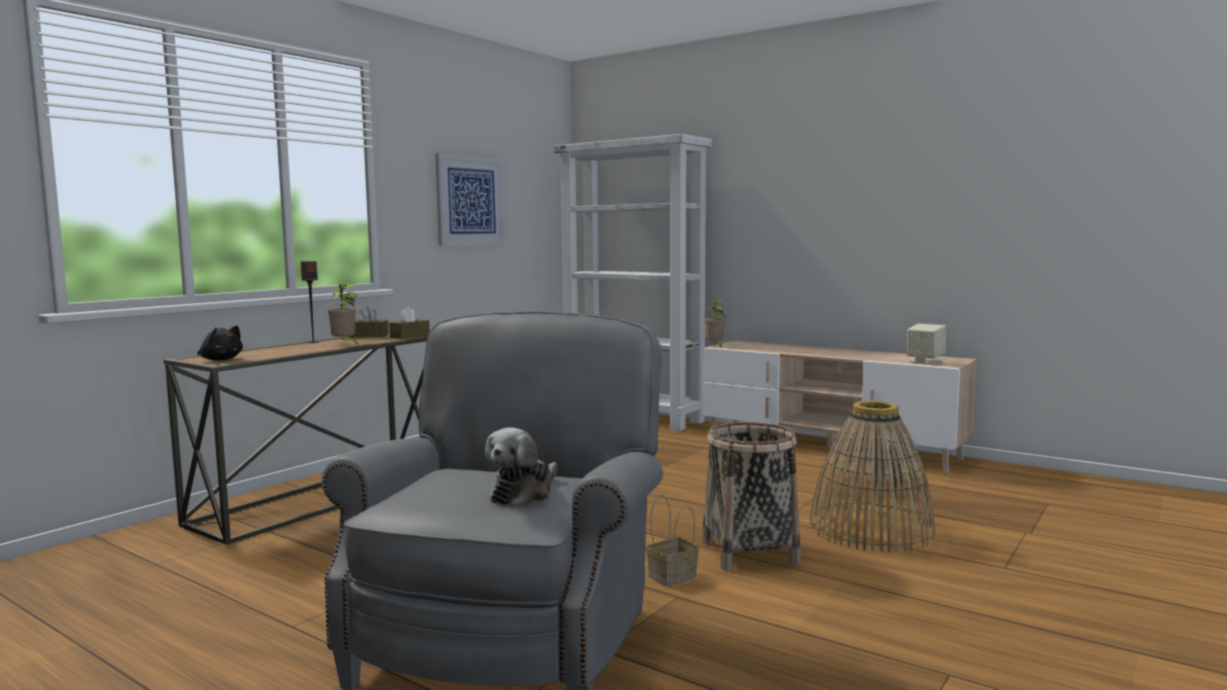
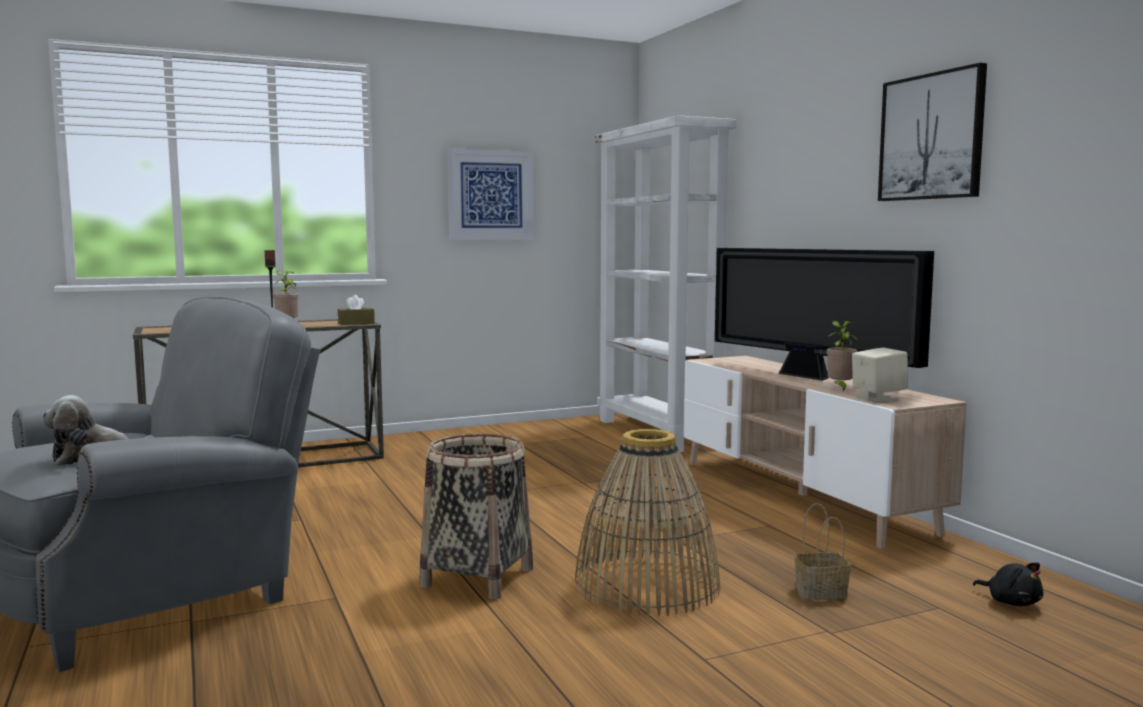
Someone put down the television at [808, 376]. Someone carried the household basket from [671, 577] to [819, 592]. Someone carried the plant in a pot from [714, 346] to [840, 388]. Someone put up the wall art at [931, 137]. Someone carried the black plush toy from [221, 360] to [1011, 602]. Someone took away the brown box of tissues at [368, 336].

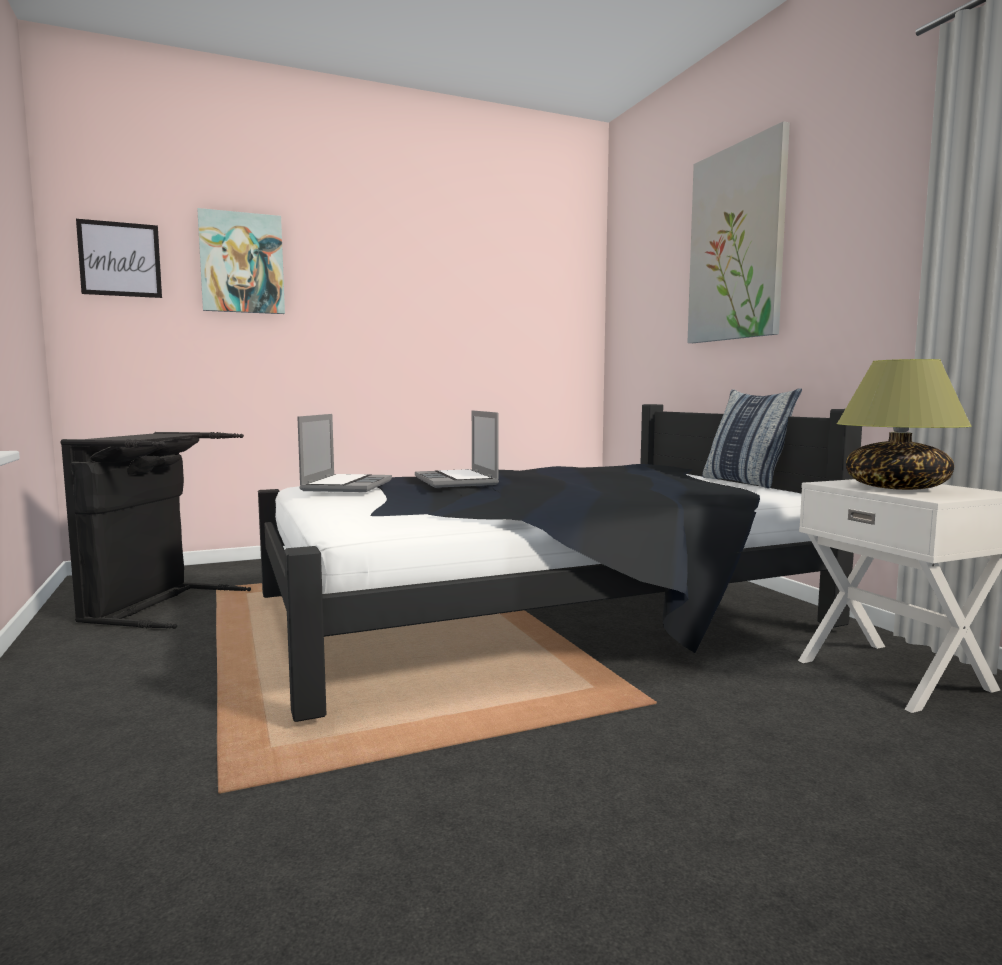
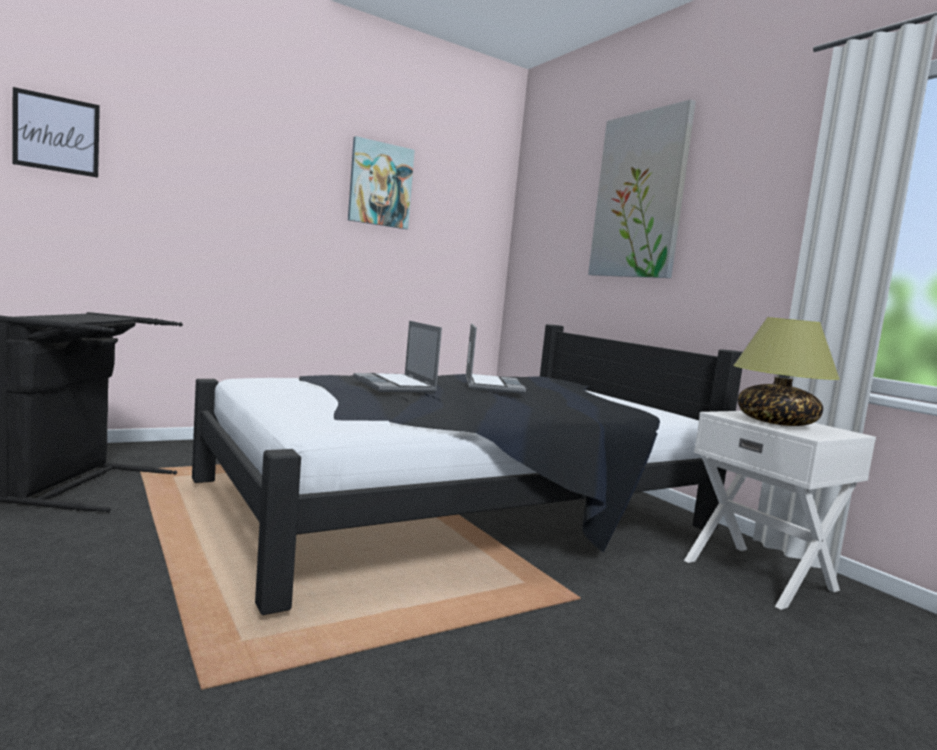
Someone carried the wall art from [242, 263] to [380, 184]. Someone carried the portable computer from [346, 485] to [491, 385]. Someone took away the cushion at [745, 482].

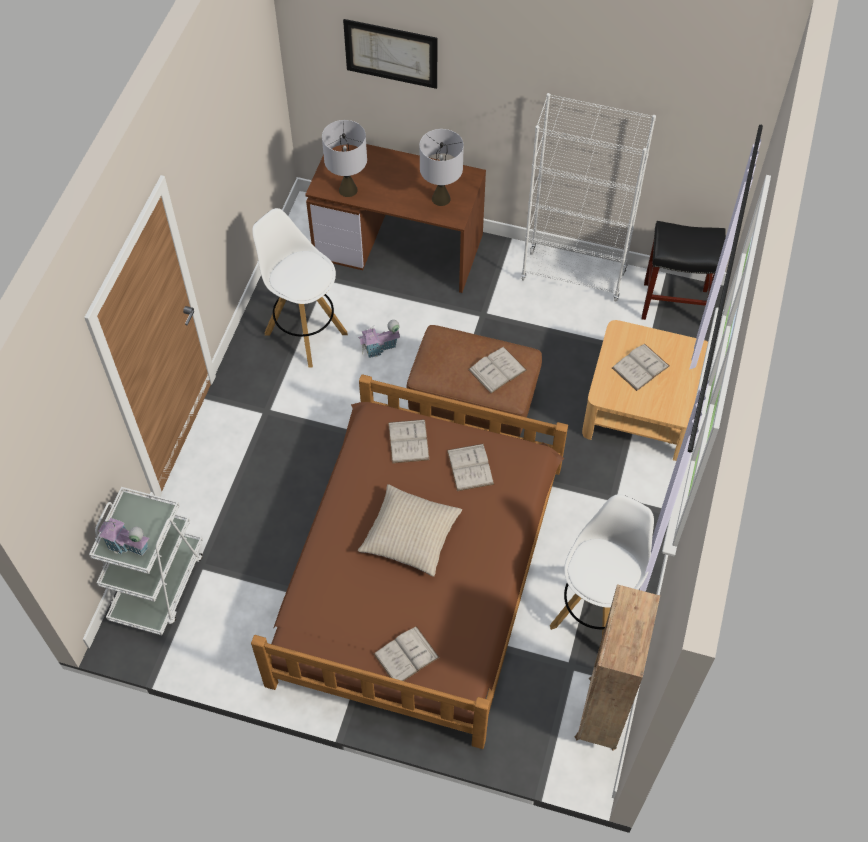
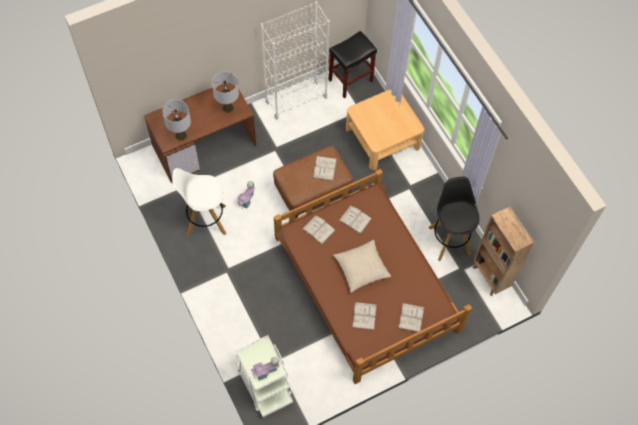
Someone carried the white book from [640, 367] to [364, 316]. Someone repainted the white sitting stool at [595, 612], which became the black sitting stool at [449, 240]. Someone took away the wall art at [391, 53].

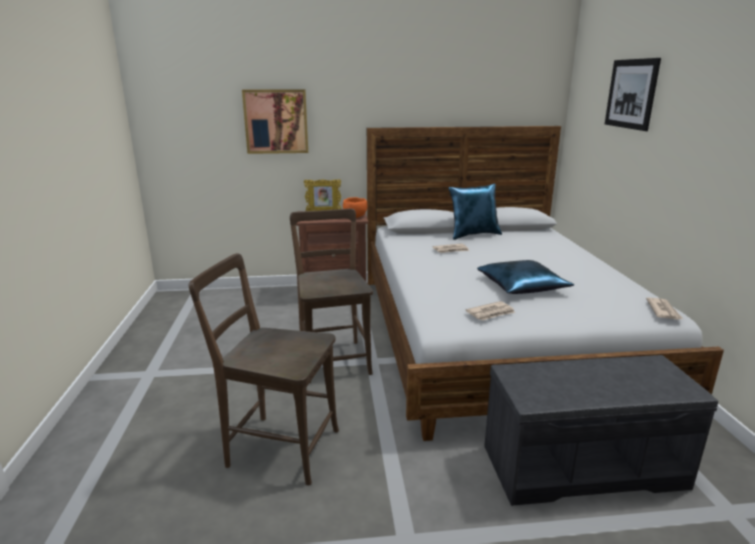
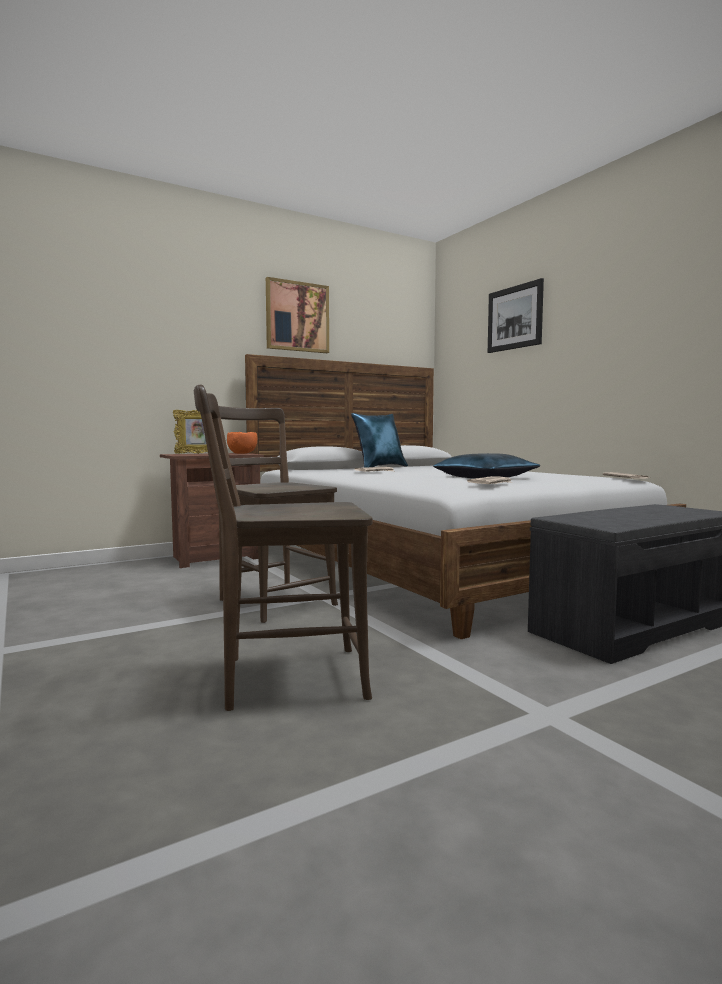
Someone carried the wall art from [276, 121] to [297, 317].

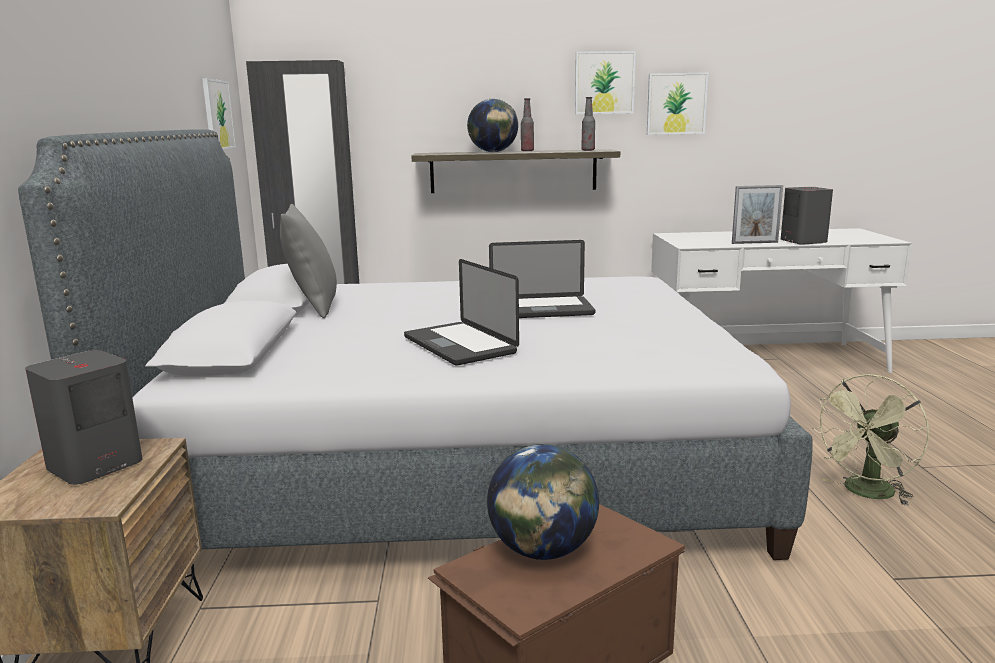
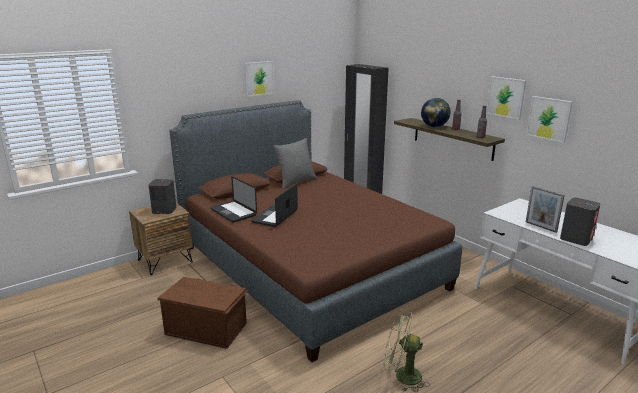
Someone repainted the grey bedroom bed at [453, 465], which became the brown bedroom bed at [308, 267]. Someone carried the portable computer from [541, 309] to [233, 212]. Someone carried the wall art from [217, 115] to [259, 78]. Someone took away the desk globe at [542, 551].

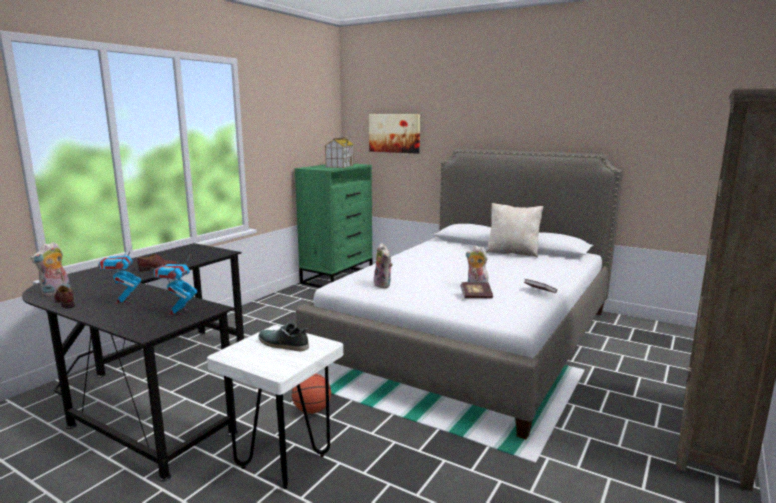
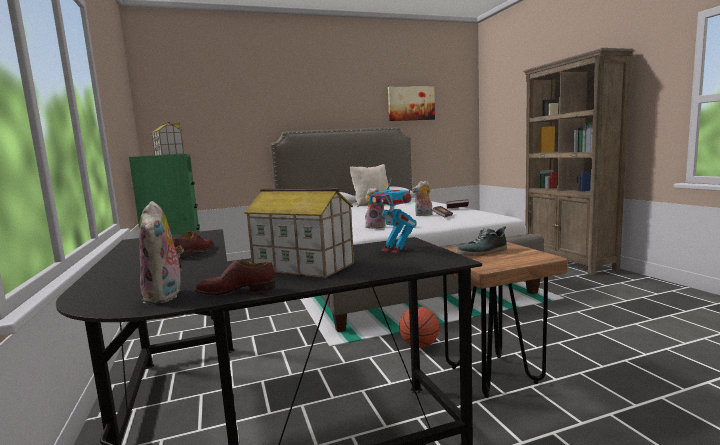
Someone swapped the toy robot at [123, 301] for the model house at [302, 266]. Someone carried the wall art from [394, 133] to [411, 103]. Someone repainted the white sitting stool at [283, 462], which became the brown sitting stool at [493, 375].

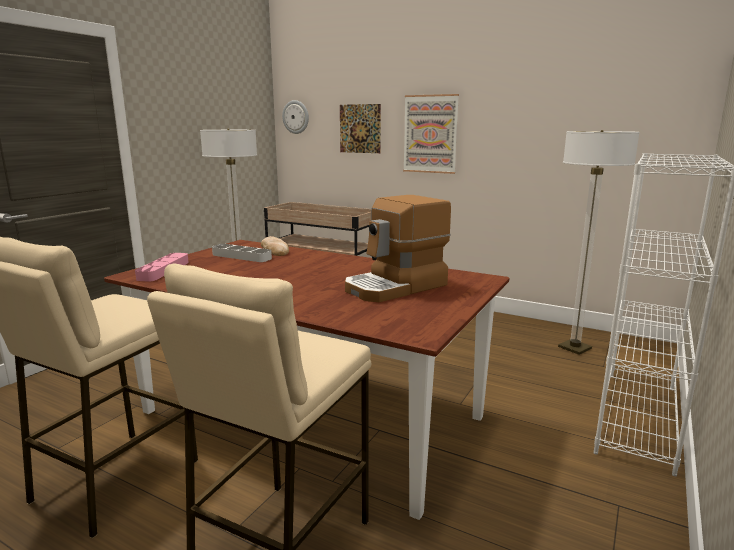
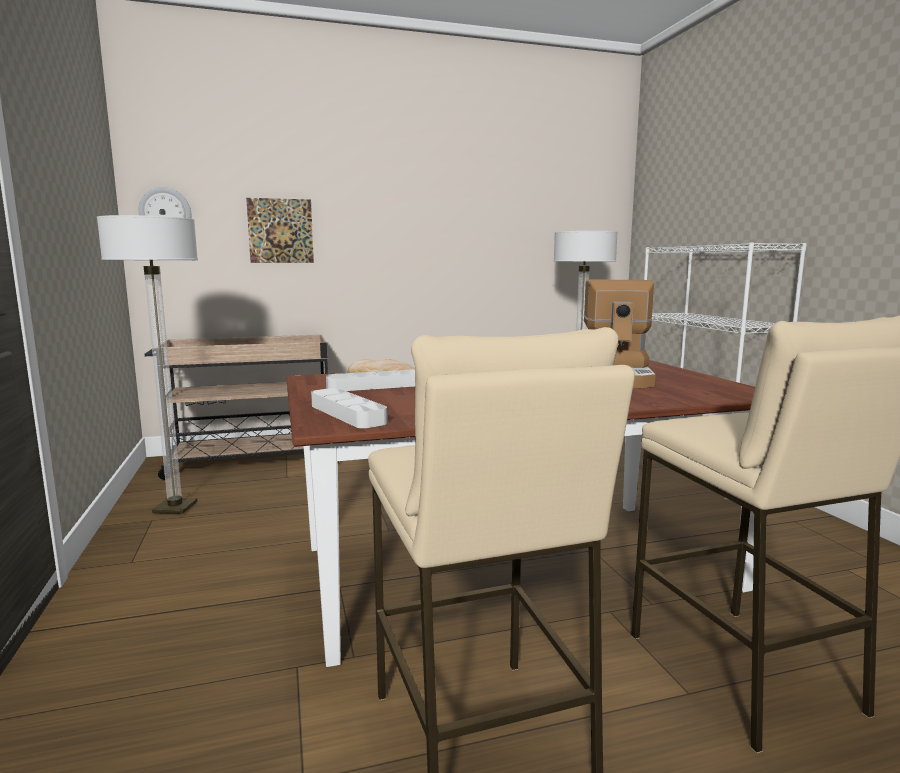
Someone repainted the pink-coloured carrying tray at [163, 270], which became the grey carrying tray at [347, 414]. Someone took away the wall art at [430, 134].

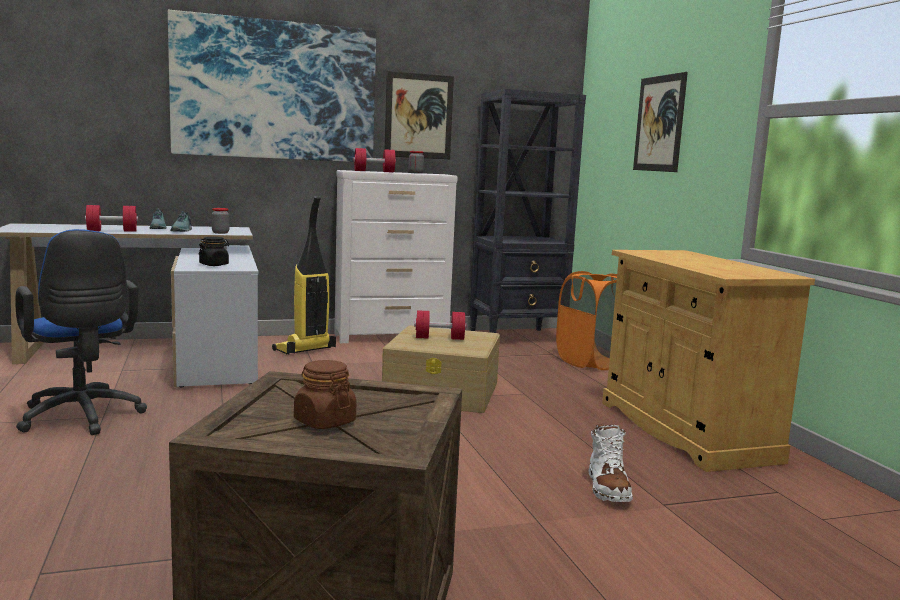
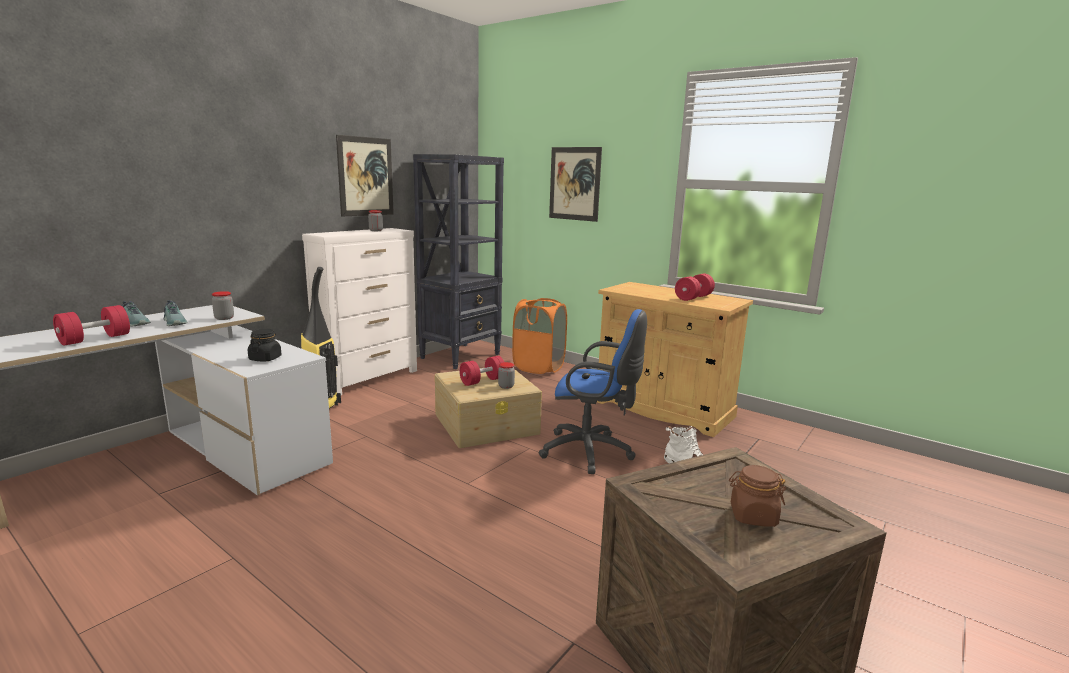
Someone put down the jar at [506, 386]. Someone carried the bluish computer chair from [82, 418] to [591, 452]. Someone carried the red-coloured hand weight from [374, 171] to [693, 298]. Someone took away the wall art at [275, 90].

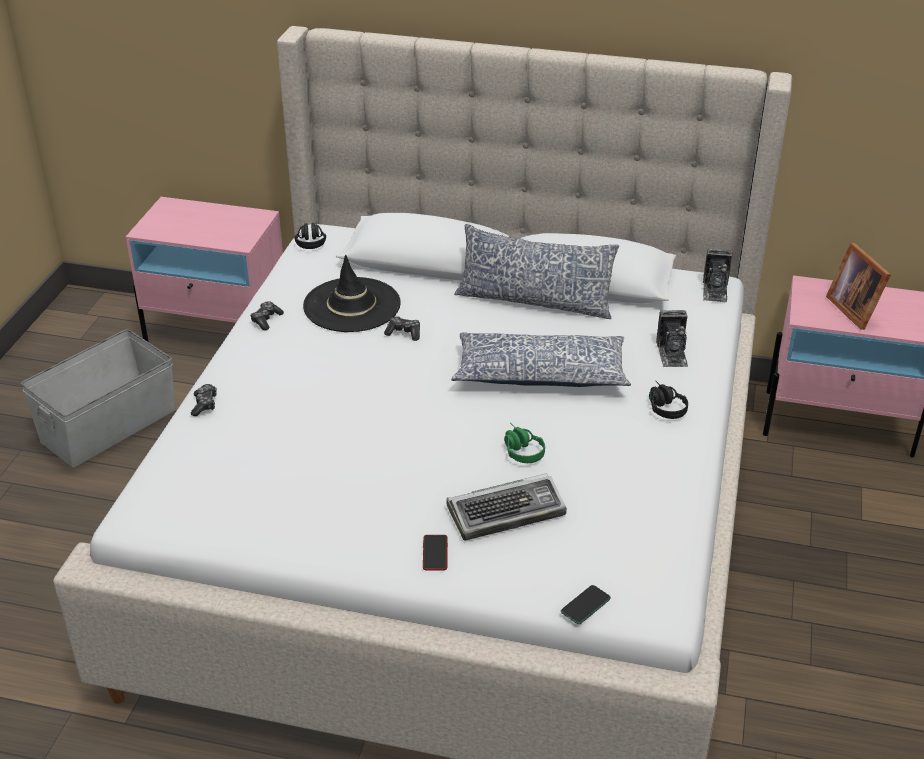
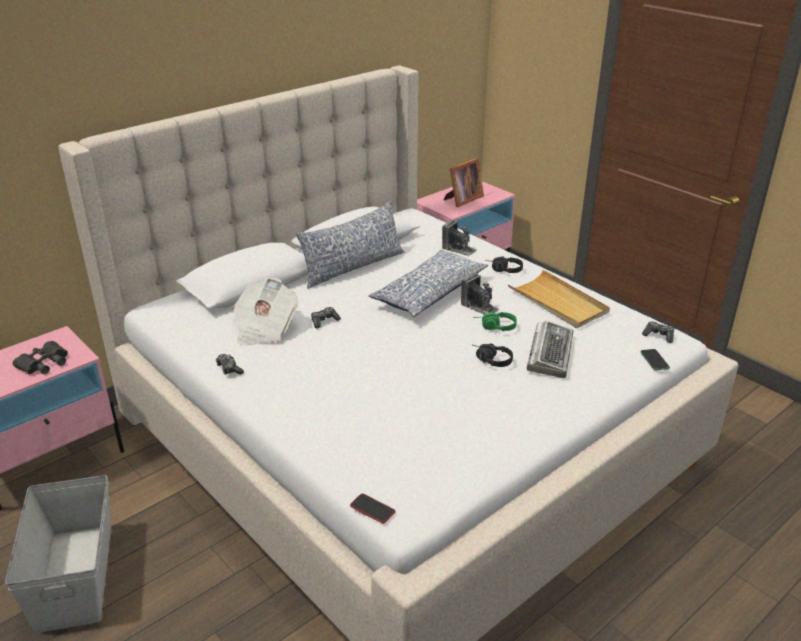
Someone put down the black field glasses at [44, 363]. Someone swapped the black hat at [352, 305] for the daily paper at [264, 328]. Someone carried the handset from [435, 553] to [372, 509]. Someone rotated the standing frame at [854, 309] by 60 degrees counterclockwise. Someone carried the still camera from [715, 290] to [479, 307]. Someone carried the black headset from [310, 240] to [489, 360]. Someone put down the beige carrying tray at [558, 302]. Someone carried the game controller from [204, 404] to [658, 335].

